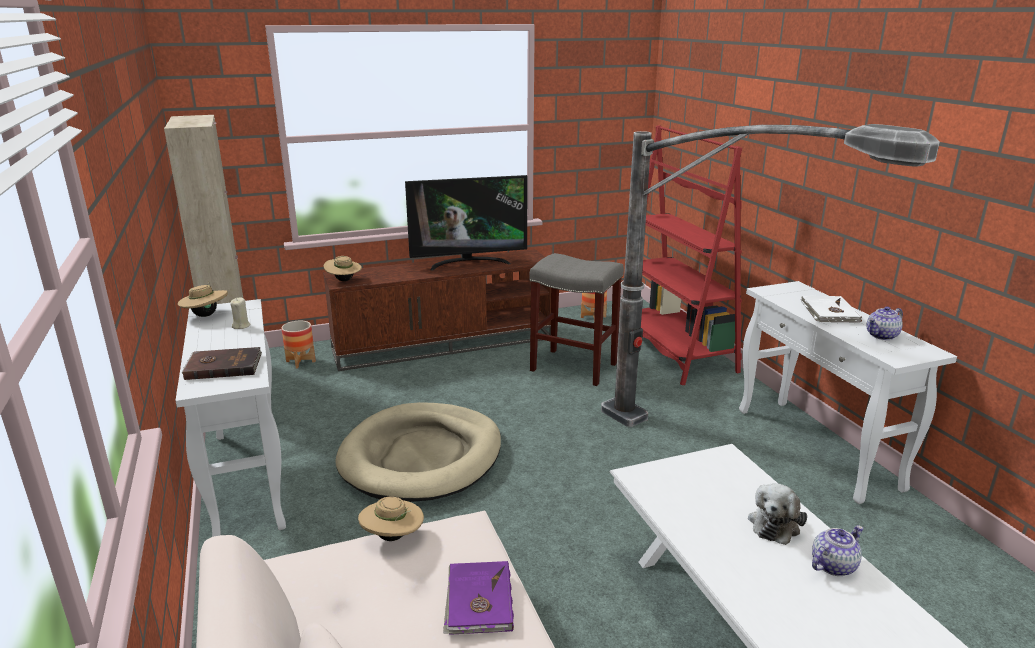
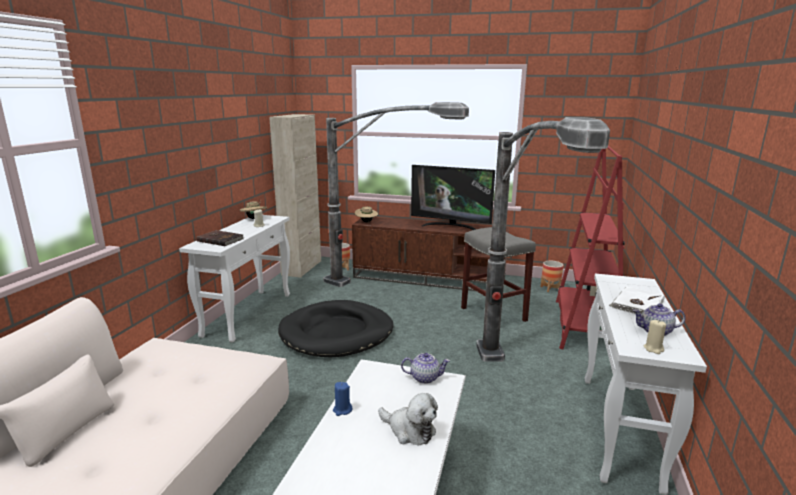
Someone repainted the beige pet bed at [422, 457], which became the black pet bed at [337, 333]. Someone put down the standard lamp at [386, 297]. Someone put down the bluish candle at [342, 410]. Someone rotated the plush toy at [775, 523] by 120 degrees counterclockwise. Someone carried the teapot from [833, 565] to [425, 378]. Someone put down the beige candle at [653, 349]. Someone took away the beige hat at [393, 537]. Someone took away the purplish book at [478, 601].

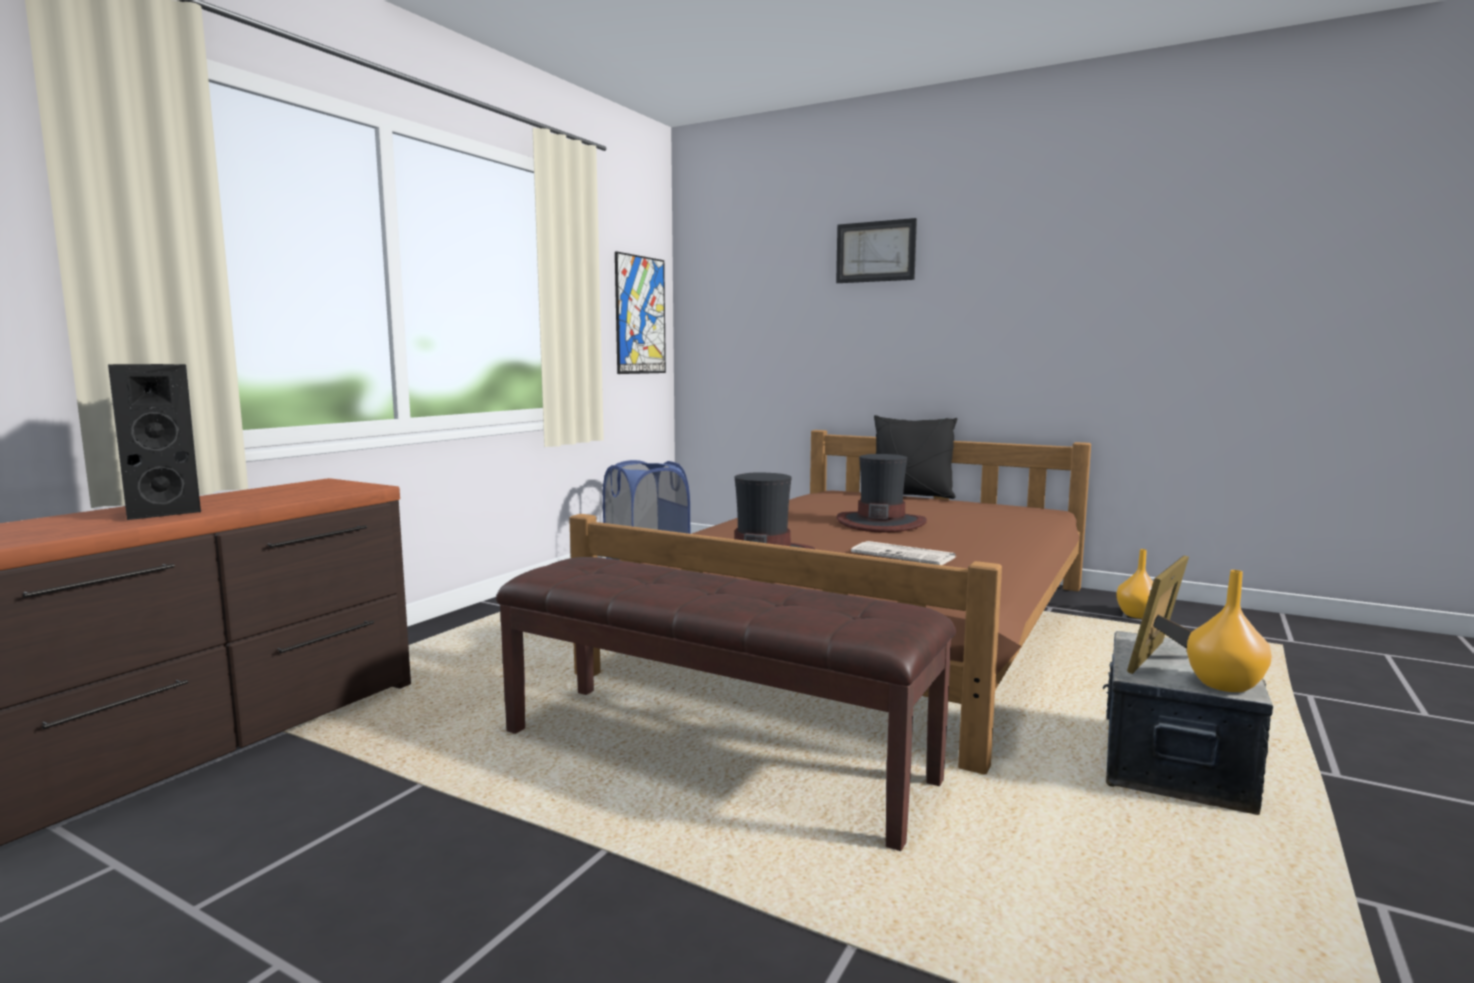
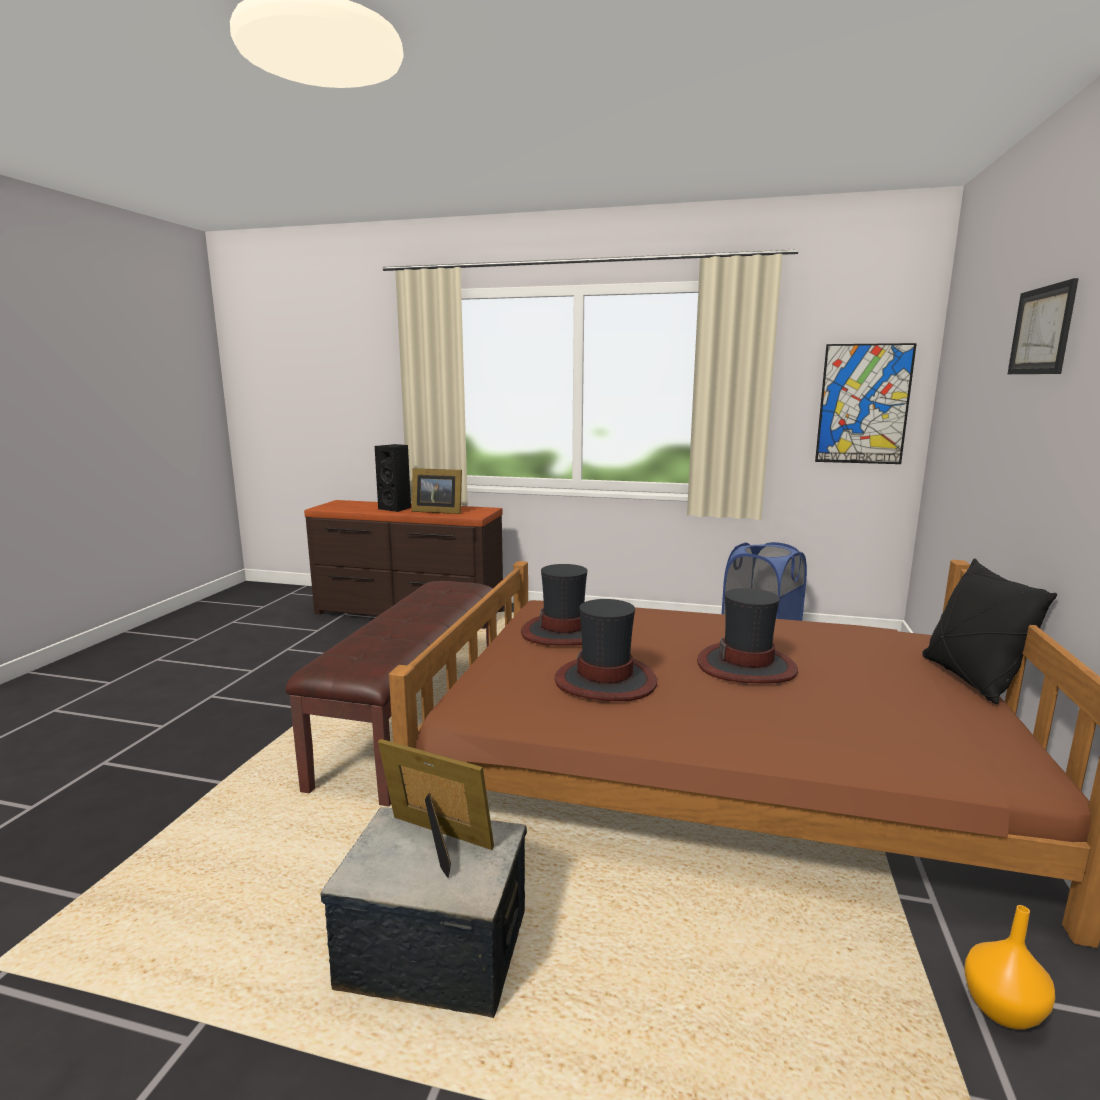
Someone put down the standing frame at [436, 511]. Someone swapped the daily paper at [905, 555] for the hat at [606, 681]. Someone took away the orange decorative vase at [1225, 684].

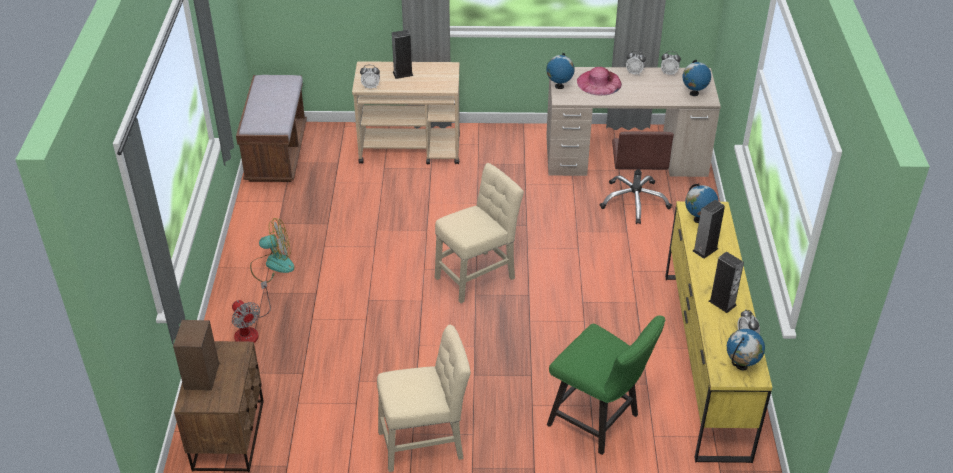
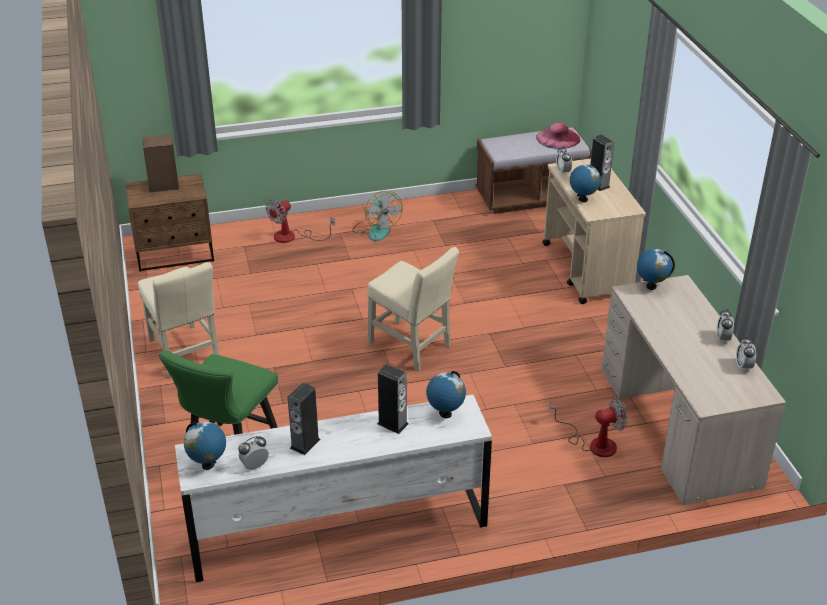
Someone repainted the yellow-coloured chest of drawers at [704, 362], which became the white chest of drawers at [338, 530]. Someone carried the pink-coloured hat from [599, 82] to [558, 138]. Someone swapped the brown computer chair at [635, 201] for the electric fan at [594, 443]. Someone carried the desk globe from [694, 93] to [583, 199].

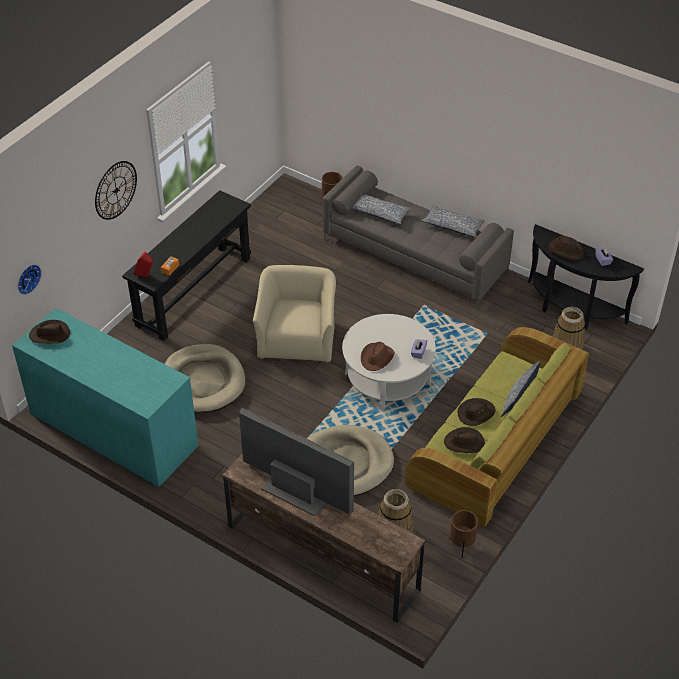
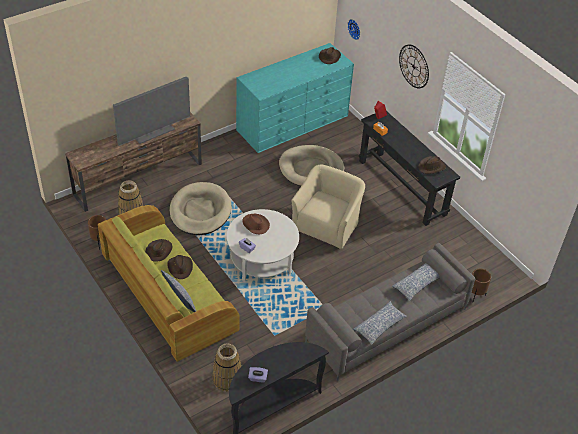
Someone rotated the beige lounge chair at [297, 339] by 90 degrees counterclockwise. Someone carried the brown hat from [565, 250] to [431, 167].

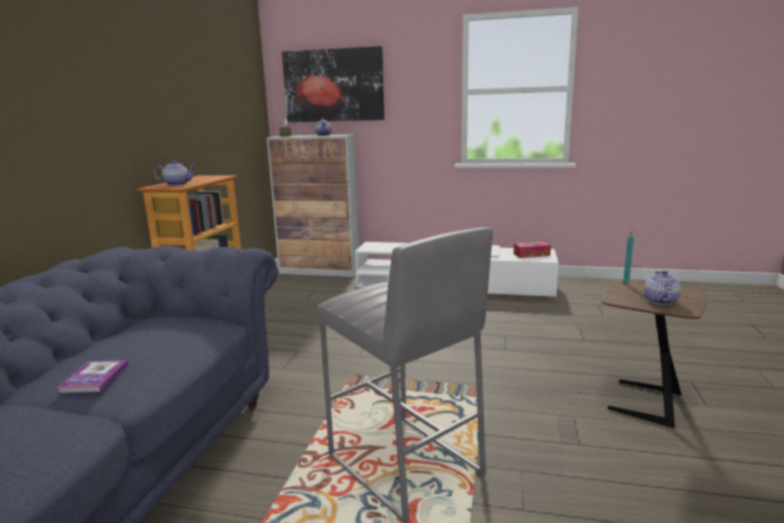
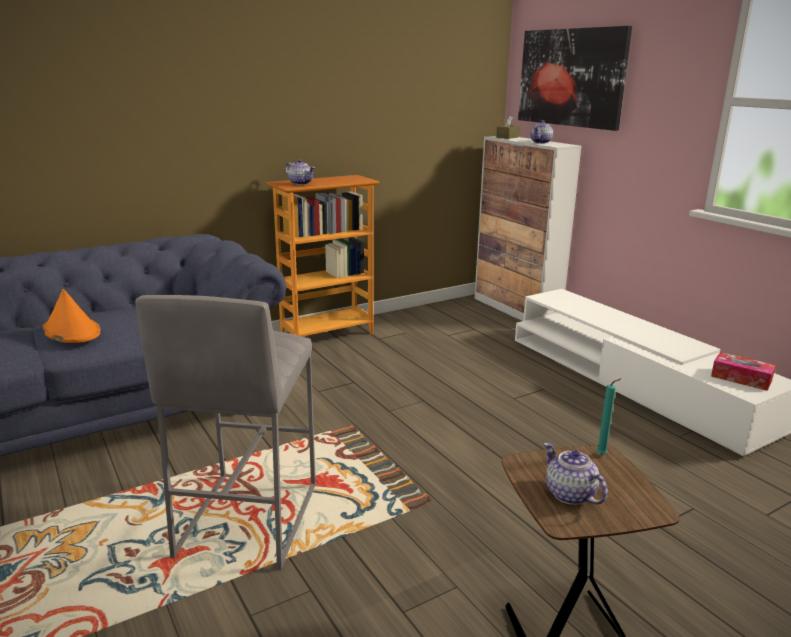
Someone swapped the book at [94, 378] for the orange hat at [71, 331]. Someone rotated the teapot at [660, 301] by 90 degrees counterclockwise.

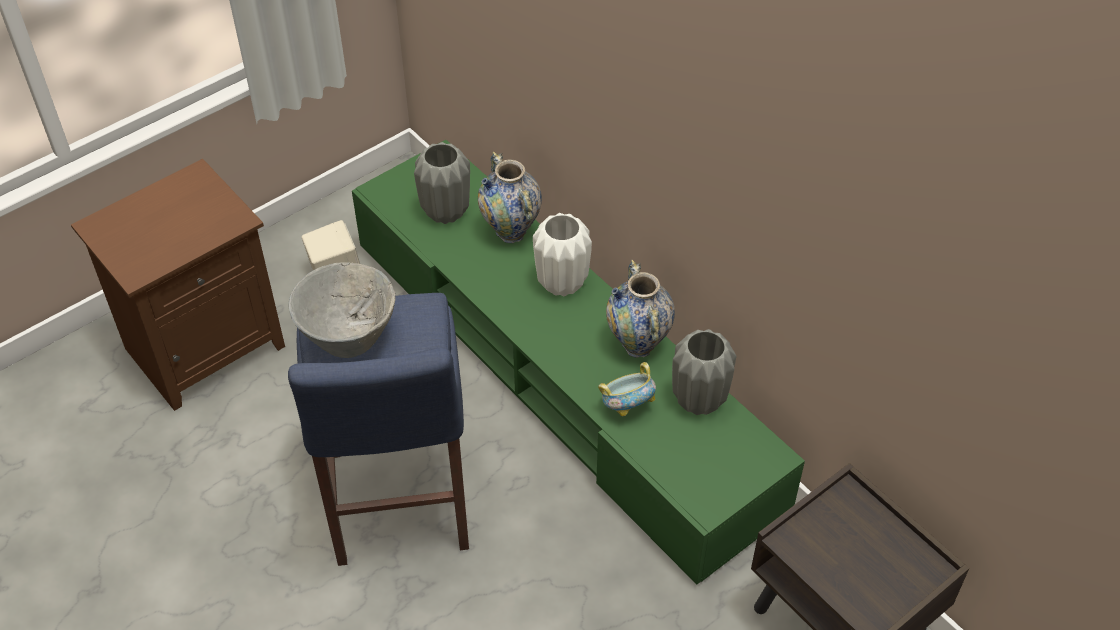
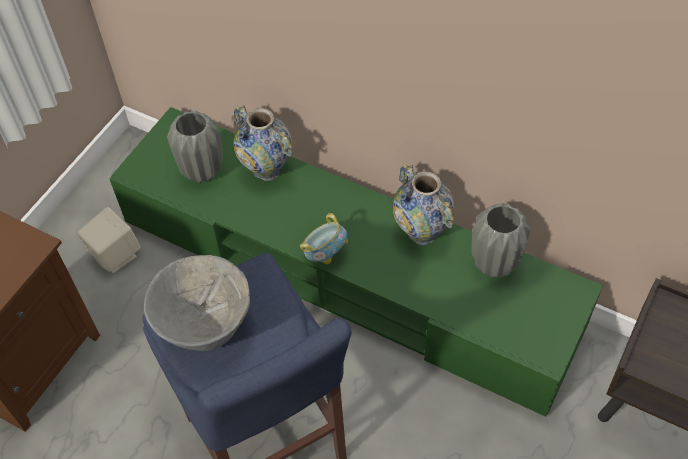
Someone carried the deep dish from [627, 406] to [325, 253]. Someone took away the white decorative vase at [562, 284].

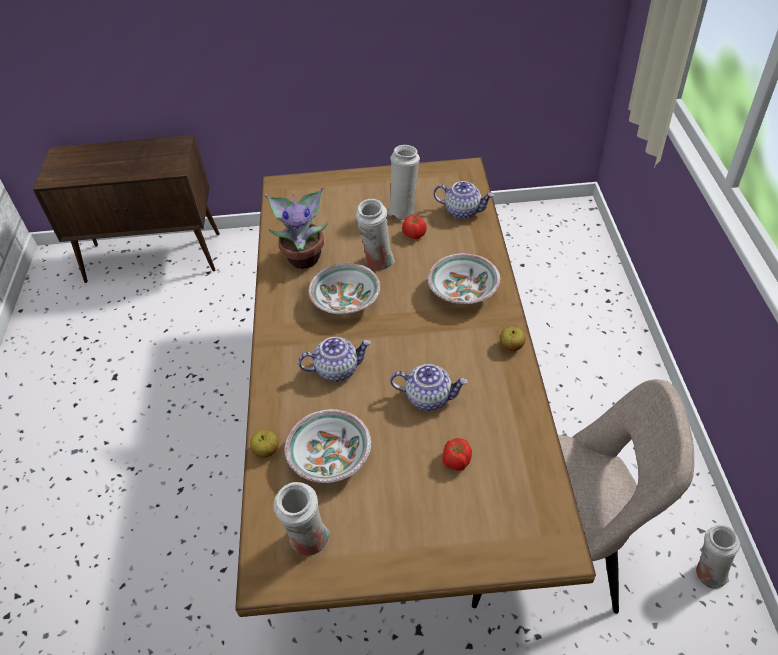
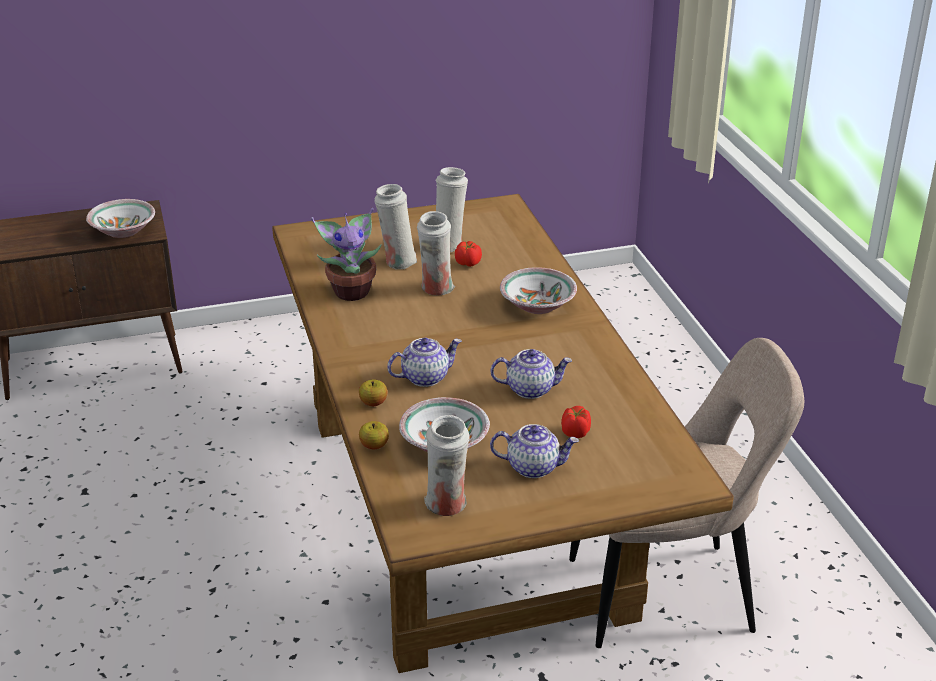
Someone carried the deep dish from [347, 301] to [124, 231]. Someone carried the whole apple from [511, 346] to [373, 403]. Someone carried the white decorative vase from [707, 573] to [397, 262]. Someone carried the teapot from [463, 211] to [533, 467].

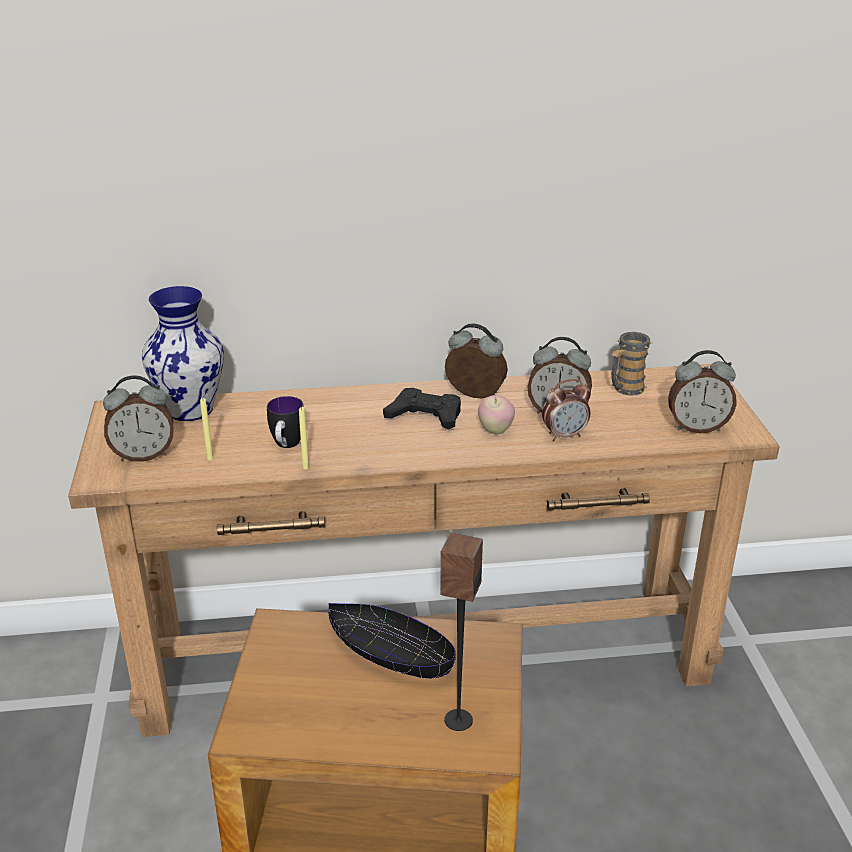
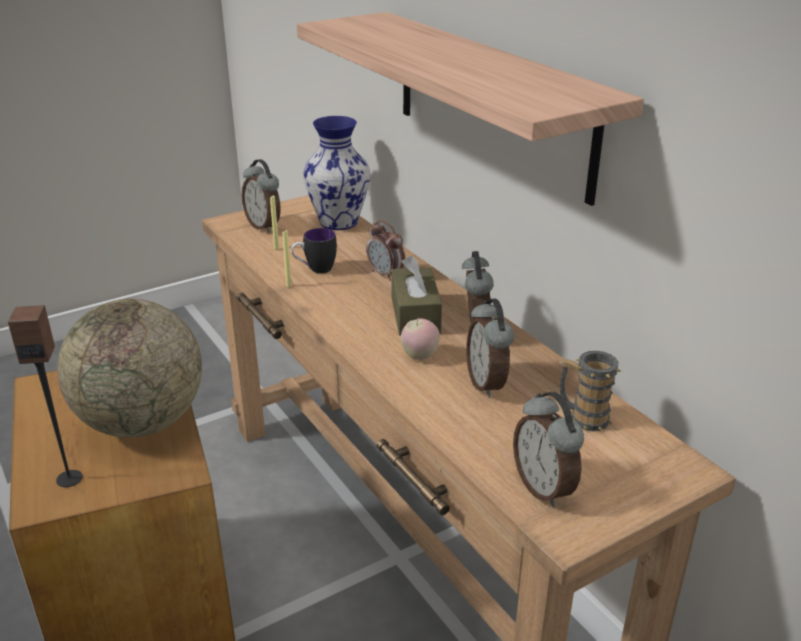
Someone swapped the black deep dish at [390, 654] for the desk globe at [142, 422]. Someone put up the wall shelf at [490, 102]. Someone carried the bedside clock from [564, 435] to [386, 274]. Someone swapped the black game controller at [425, 415] for the brown box of tissues at [415, 315].

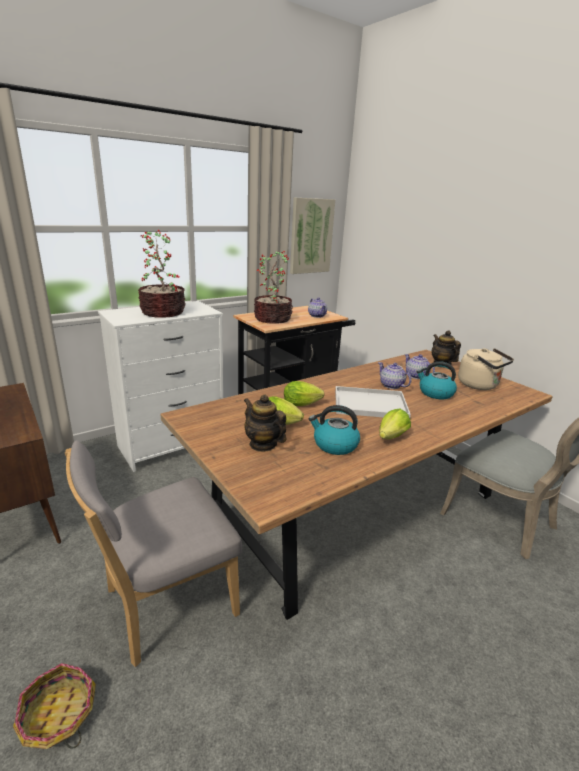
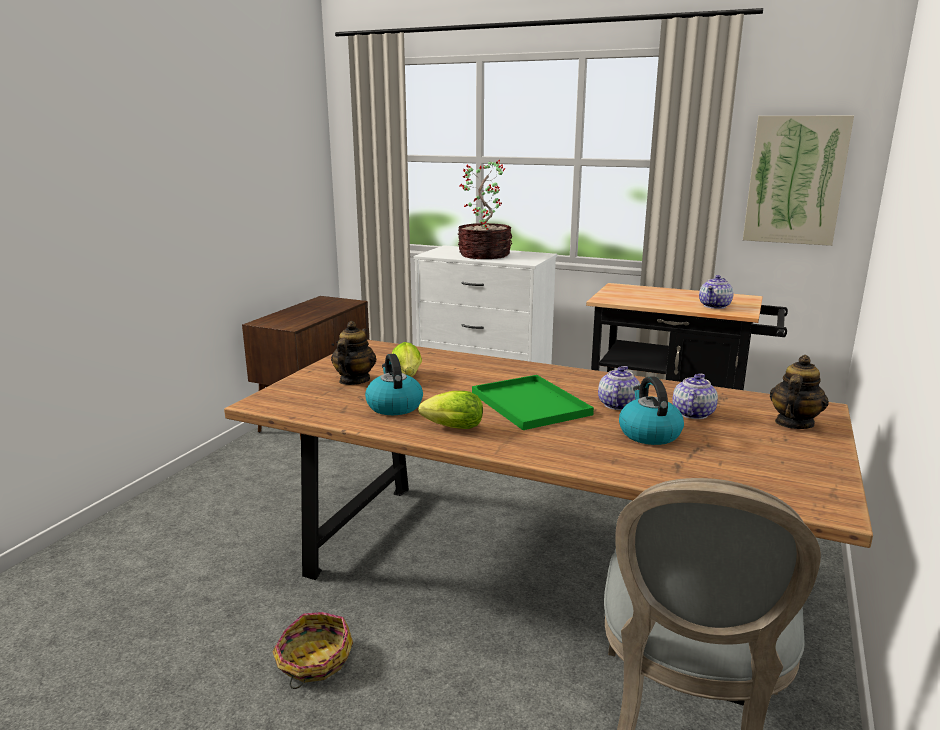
Someone carried the household basket from [58, 716] to [313, 661]. Someone repainted the white carrying tray at [371, 404], which became the green-coloured carrying tray at [532, 404]. Someone took away the grey chair at [165, 604]. Someone took away the plant in a pot at [273, 318]. Someone took away the head of lettuce at [303, 404]. Someone took away the beige water kettle at [480, 385].

